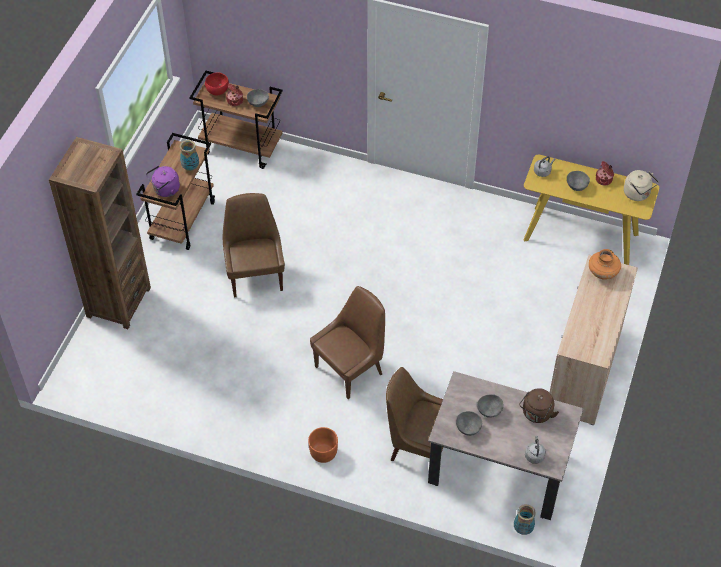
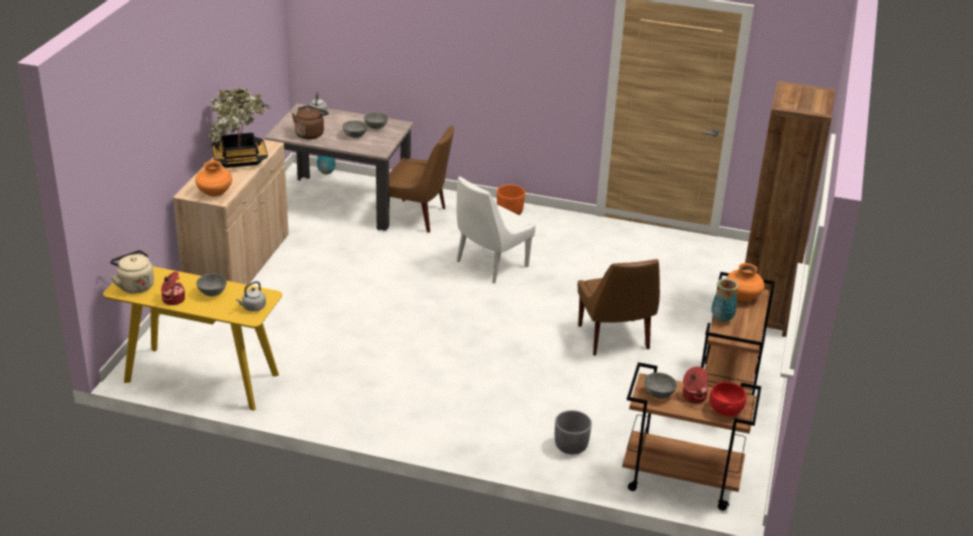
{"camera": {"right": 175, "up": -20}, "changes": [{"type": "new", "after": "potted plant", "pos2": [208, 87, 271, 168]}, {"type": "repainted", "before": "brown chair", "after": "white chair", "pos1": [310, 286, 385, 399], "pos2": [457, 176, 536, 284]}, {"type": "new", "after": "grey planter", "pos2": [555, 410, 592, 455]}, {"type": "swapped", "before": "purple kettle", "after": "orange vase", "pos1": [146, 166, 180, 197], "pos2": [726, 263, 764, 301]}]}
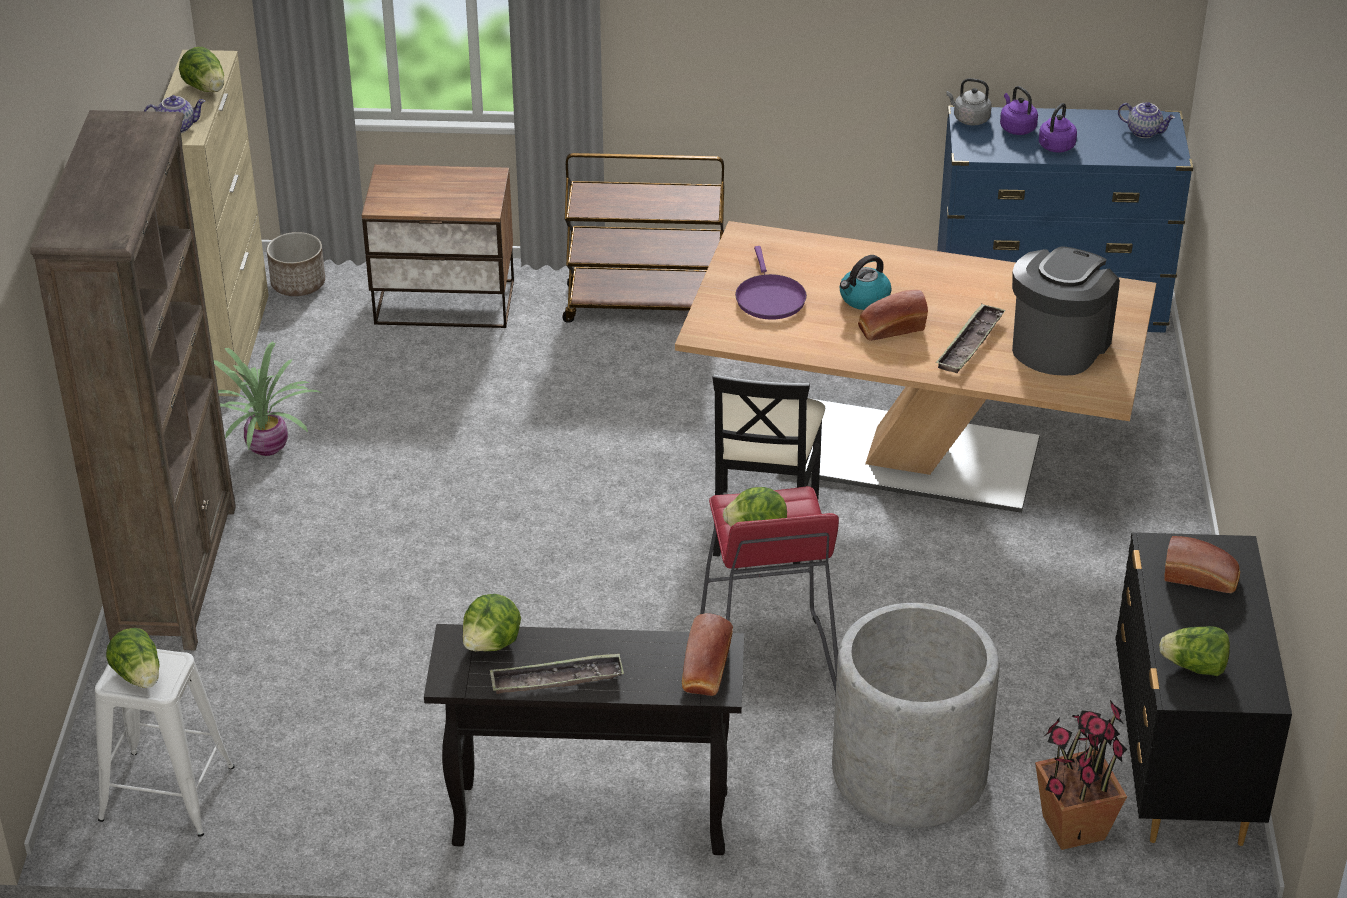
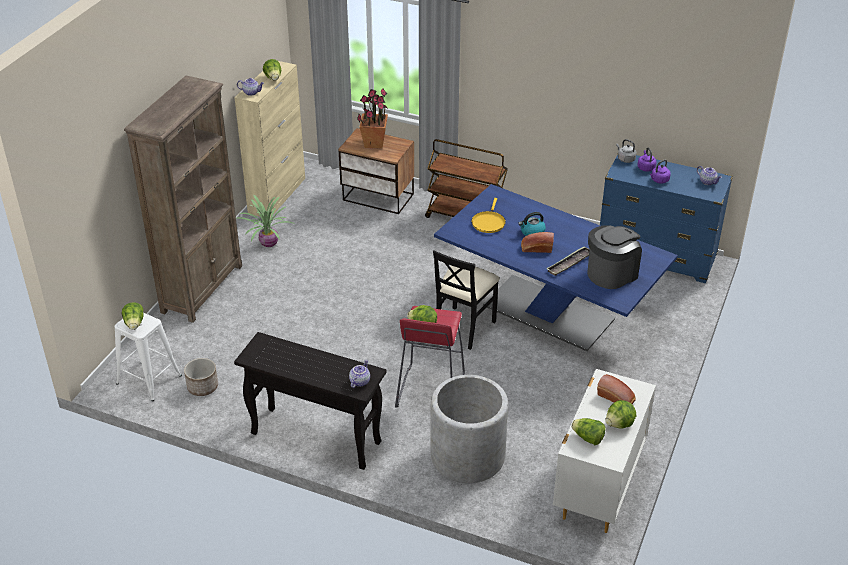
{"camera": {"right": 20, "up": 0}, "changes": [{"type": "shifted", "before": "planter", "pos1": [267, 232, 325, 296], "pos2": [184, 358, 218, 396]}, {"type": "swapped", "before": "bread", "after": "teapot", "pos1": [682, 613, 733, 696], "pos2": [349, 360, 370, 388]}, {"type": "shifted", "before": "potted plant", "pos1": [1035, 700, 1128, 850], "pos2": [357, 89, 388, 149]}, {"type": "repainted", "before": "beige dining table", "after": "blue dining table", "pos1": [675, 221, 1156, 513], "pos2": [434, 184, 678, 351]}, {"type": "repainted", "before": "purple frying pan", "after": "yellow frying pan", "pos1": [735, 246, 807, 320], "pos2": [472, 198, 506, 233]}, {"type": "repainted", "before": "black dresser", "after": "white dresser", "pos1": [1115, 532, 1292, 846], "pos2": [553, 369, 656, 533]}, {"type": "shifted", "before": "lettuce", "pos1": [462, 594, 521, 651], "pos2": [606, 400, 636, 429]}, {"type": "gone", "before": "tray", "pos1": [490, 653, 624, 694]}]}
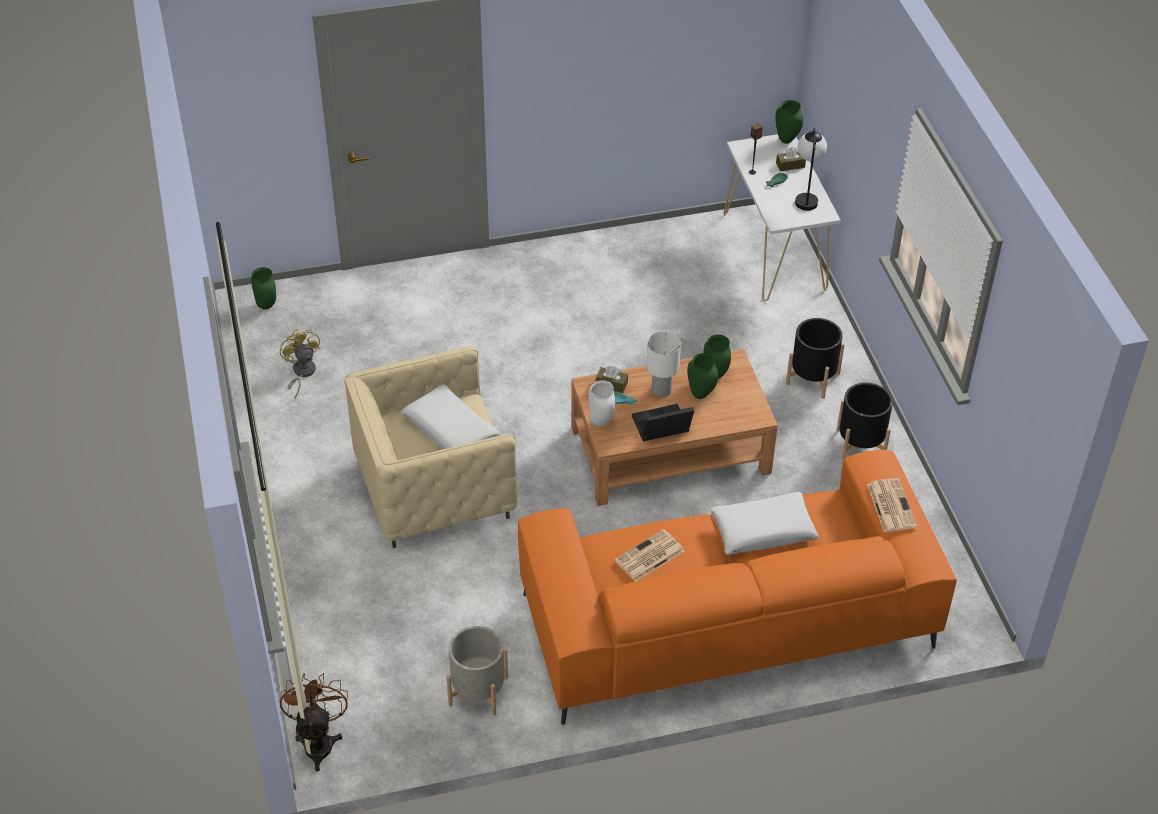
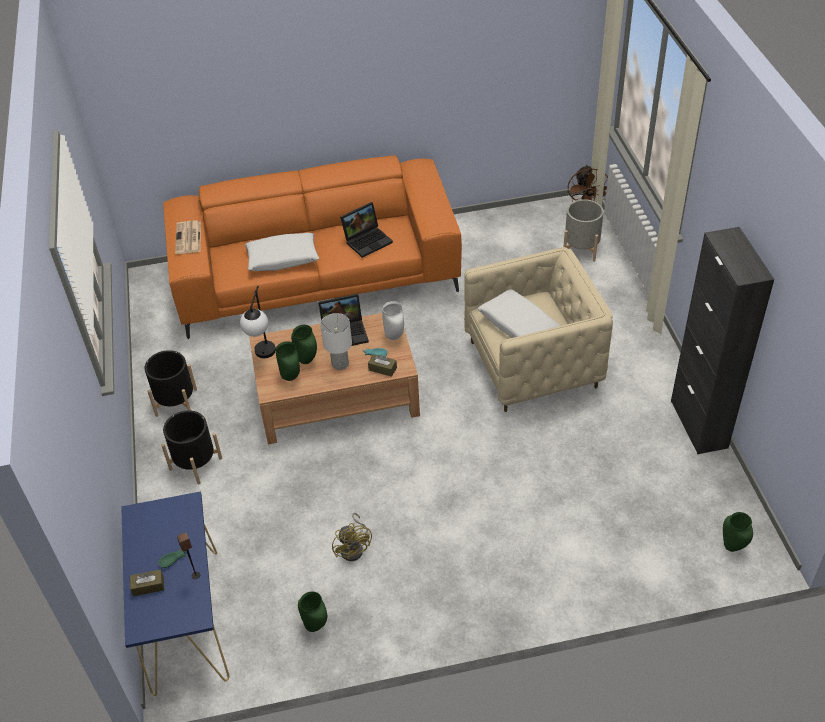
{"camera": {"right": -175, "up": 0}, "changes": [{"type": "repainted", "before": "white console table", "after": "blue console table", "pos1": [724, 134, 841, 301], "pos2": [121, 491, 229, 696]}, {"type": "shifted", "before": "table lamp", "pos1": [795, 128, 827, 211], "pos2": [240, 286, 276, 358]}, {"type": "shifted", "before": "green vase", "pos1": [775, 100, 803, 144], "pos2": [298, 591, 327, 632]}, {"type": "shifted", "before": "yellow fan", "pos1": [280, 329, 320, 399], "pos2": [332, 513, 372, 561]}, {"type": "swapped", "before": "newspaper", "after": "laptop", "pos1": [614, 529, 685, 581], "pos2": [340, 202, 393, 258]}, {"type": "shifted", "before": "grey planter", "pos1": [446, 626, 508, 716], "pos2": [564, 199, 604, 262]}, {"type": "new", "after": "black cabinet", "pos2": [671, 227, 774, 454]}]}
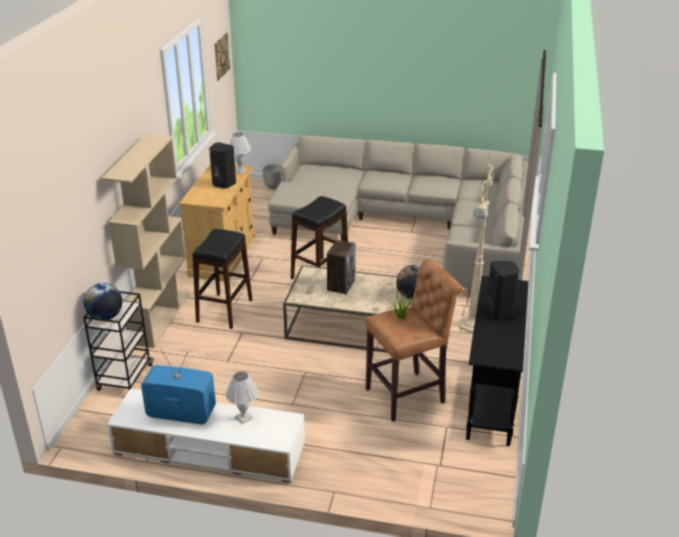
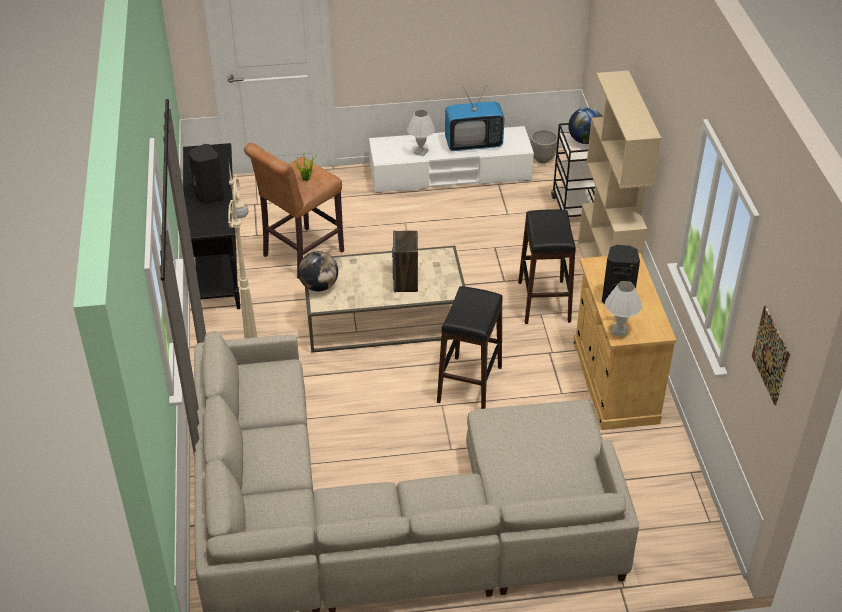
{"camera": {"right": 160, "up": 10}, "changes": [{"type": "shifted", "before": "planter", "pos1": [262, 164, 281, 189], "pos2": [530, 129, 558, 163]}]}
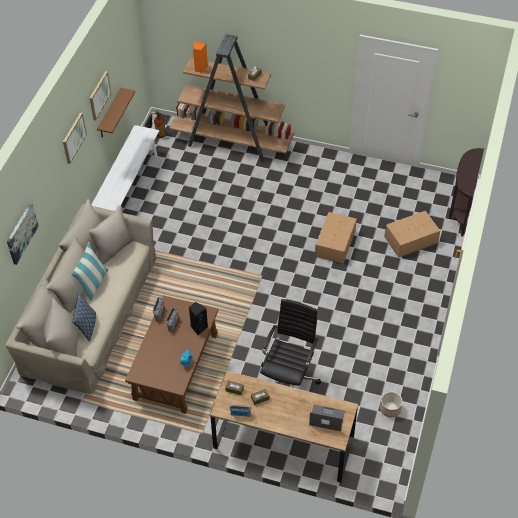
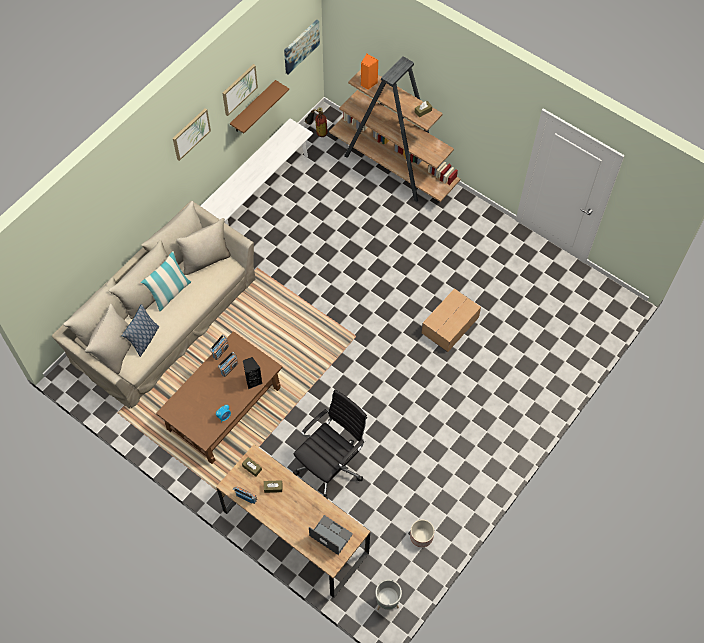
{"camera": {"right": 20, "up": 10}, "changes": [{"type": "shifted", "before": "picture", "pos1": [7, 203, 39, 265], "pos2": [284, 20, 320, 74]}, {"type": "new", "after": "grey planter", "pos2": [375, 579, 402, 610]}, {"type": "gone", "before": "cardboard box", "pos1": [384, 211, 440, 258]}, {"type": "gone", "before": "brown console table", "pos1": [449, 148, 484, 236]}]}
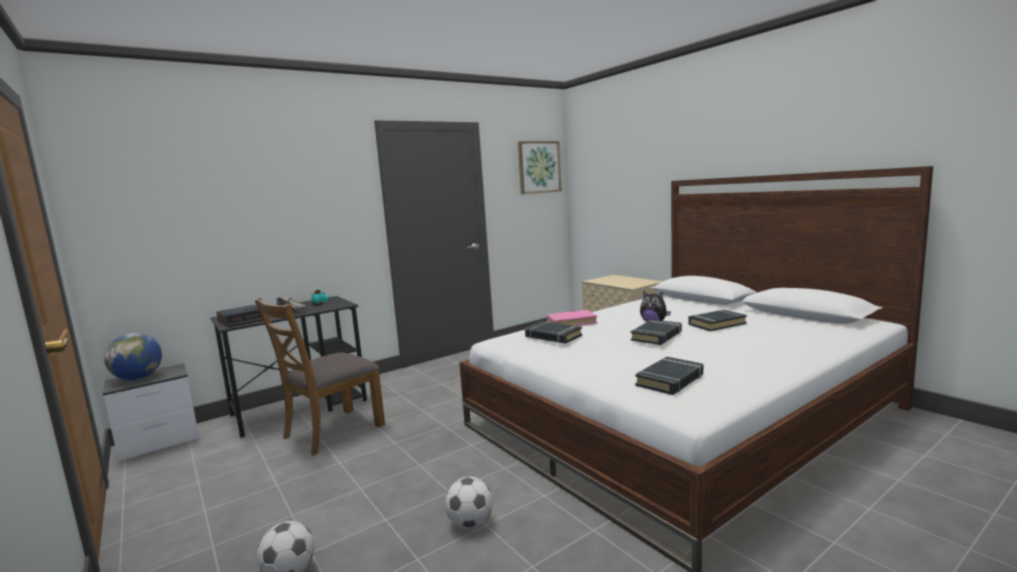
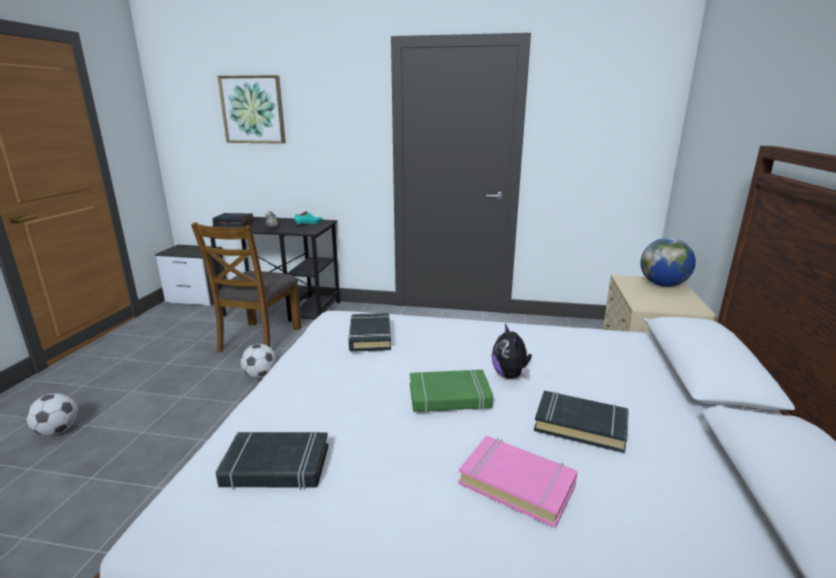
{"camera": {"right": 45, "up": 10}, "changes": [{"type": "rotated", "before": "brown chair", "pos1": [255, 298, 385, 456], "pos2": [191, 222, 302, 352], "turn": -75}, {"type": "shifted", "before": "picture", "pos1": [518, 141, 561, 194], "pos2": [218, 75, 286, 144]}, {"type": "shifted", "before": "football", "pos1": [445, 477, 493, 528], "pos2": [240, 344, 276, 378]}, {"type": "repainted", "before": "black book", "after": "green book", "pos1": [631, 319, 682, 345], "pos2": [410, 370, 493, 413]}, {"type": "shifted", "before": "pink book", "pos1": [547, 310, 597, 326], "pos2": [459, 436, 577, 528]}, {"type": "shifted", "before": "globe", "pos1": [104, 333, 162, 380], "pos2": [641, 238, 696, 287]}]}
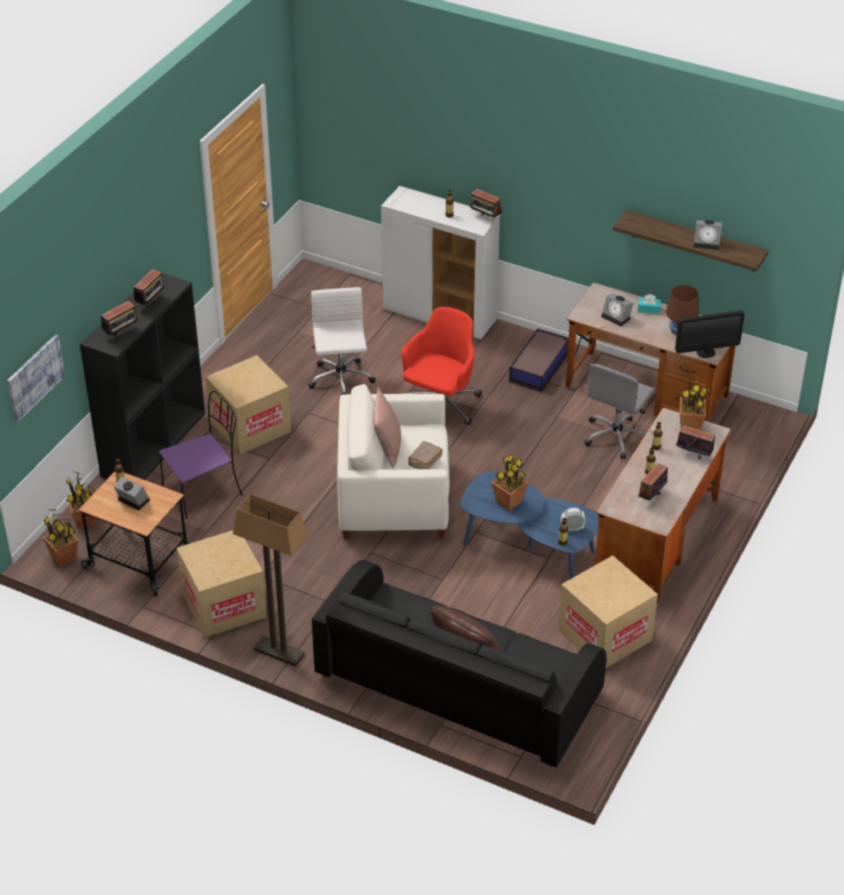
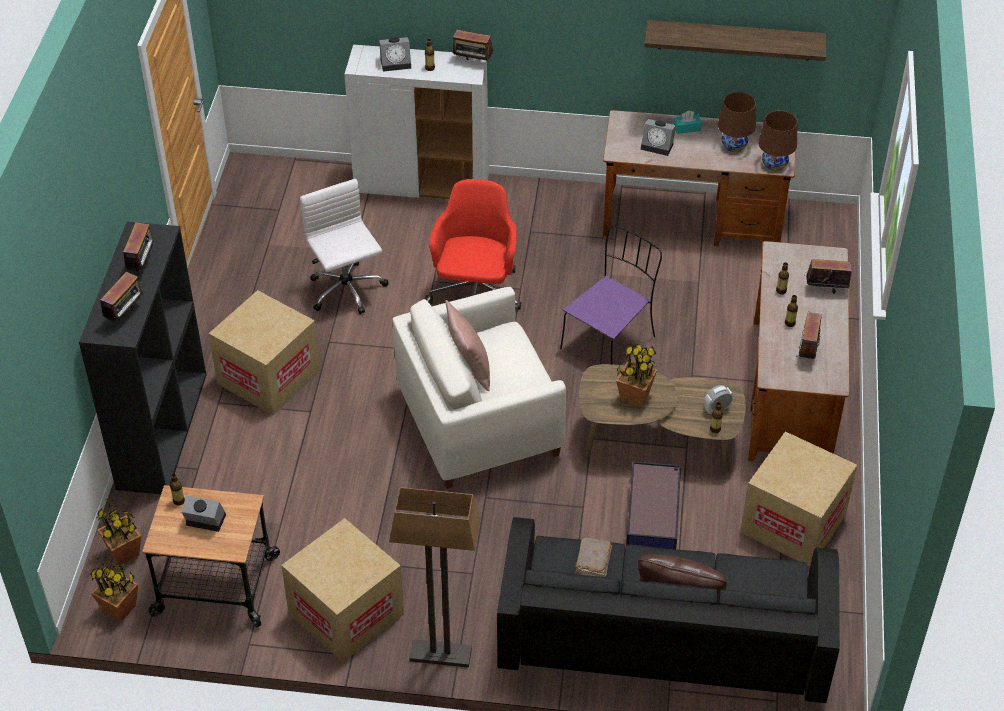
{"camera": {"right": -20, "up": 5}, "changes": [{"type": "shifted", "before": "alarm clock", "pos1": [694, 220, 722, 250], "pos2": [379, 37, 411, 72]}, {"type": "shifted", "before": "purple chair", "pos1": [159, 391, 243, 519], "pos2": [560, 225, 662, 365]}, {"type": "shifted", "before": "brown book", "pos1": [408, 441, 443, 469], "pos2": [575, 537, 612, 577]}, {"type": "repainted", "before": "blue coffee table", "after": "brown coffee table", "pos1": [461, 472, 599, 579], "pos2": [579, 364, 746, 471]}, {"type": "shifted", "before": "storage box", "pos1": [509, 328, 569, 392], "pos2": [626, 461, 681, 549]}, {"type": "swapped", "before": "monitor", "after": "brown table lamp", "pos1": [675, 310, 744, 358], "pos2": [758, 110, 797, 171]}, {"type": "gone", "before": "picture", "pos1": [7, 334, 65, 423]}, {"type": "gone", "before": "grey office chair", "pos1": [584, 364, 655, 459]}, {"type": "gone", "before": "potted plant", "pos1": [679, 377, 711, 430]}]}
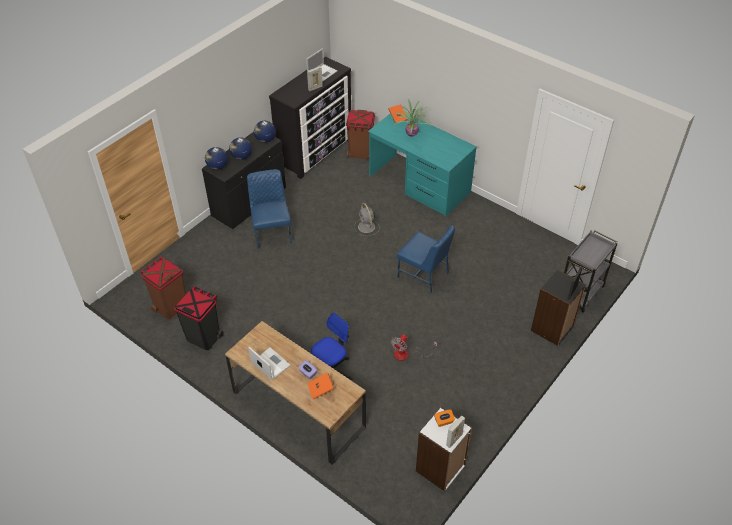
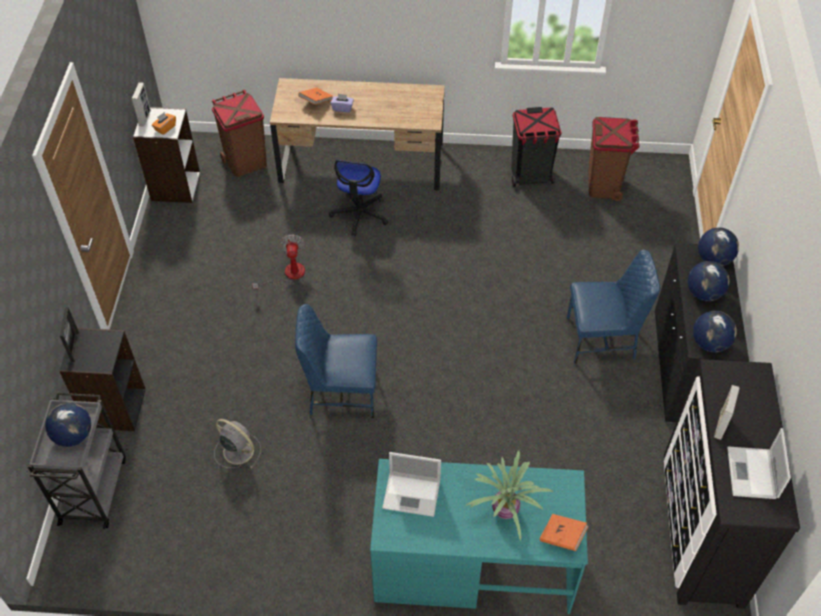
{"camera": {"right": 145, "up": 5}, "changes": [{"type": "new", "after": "globe", "pos2": [45, 403, 91, 447]}, {"type": "shifted", "before": "brown trash can", "pos1": [346, 110, 375, 159], "pos2": [212, 89, 267, 177]}, {"type": "shifted", "before": "grey fan", "pos1": [354, 203, 380, 236], "pos2": [214, 419, 261, 469]}, {"type": "shifted", "before": "laptop", "pos1": [248, 347, 291, 380], "pos2": [382, 452, 441, 517]}, {"type": "rotated", "before": "blue chair", "pos1": [247, 169, 292, 249], "pos2": [567, 250, 660, 364], "turn": -45}]}
